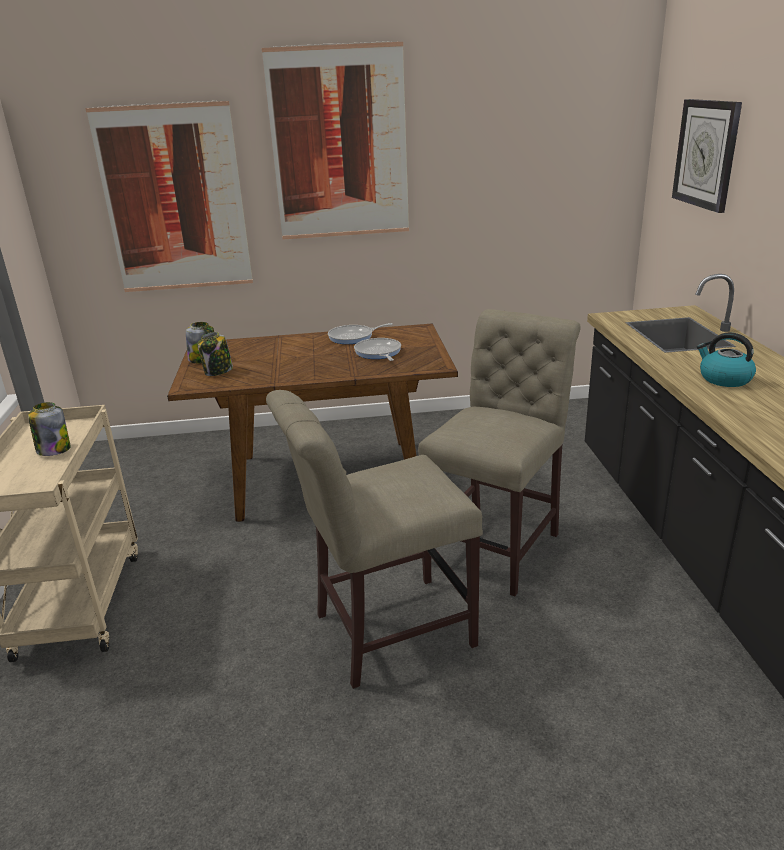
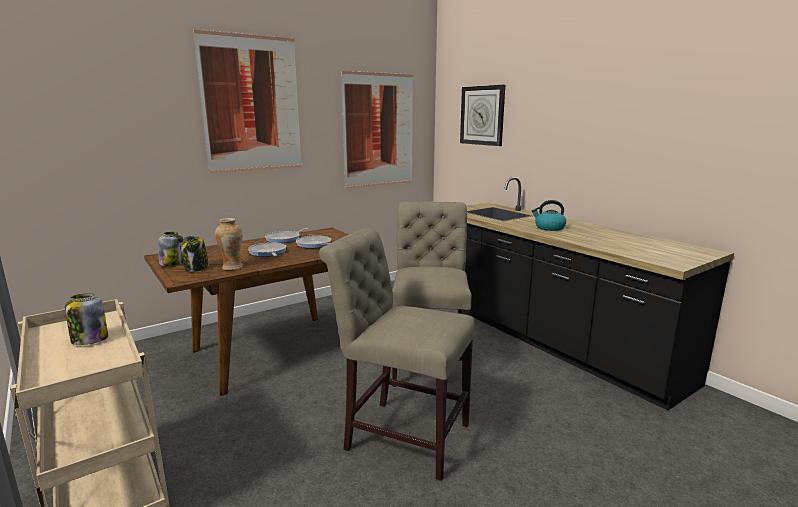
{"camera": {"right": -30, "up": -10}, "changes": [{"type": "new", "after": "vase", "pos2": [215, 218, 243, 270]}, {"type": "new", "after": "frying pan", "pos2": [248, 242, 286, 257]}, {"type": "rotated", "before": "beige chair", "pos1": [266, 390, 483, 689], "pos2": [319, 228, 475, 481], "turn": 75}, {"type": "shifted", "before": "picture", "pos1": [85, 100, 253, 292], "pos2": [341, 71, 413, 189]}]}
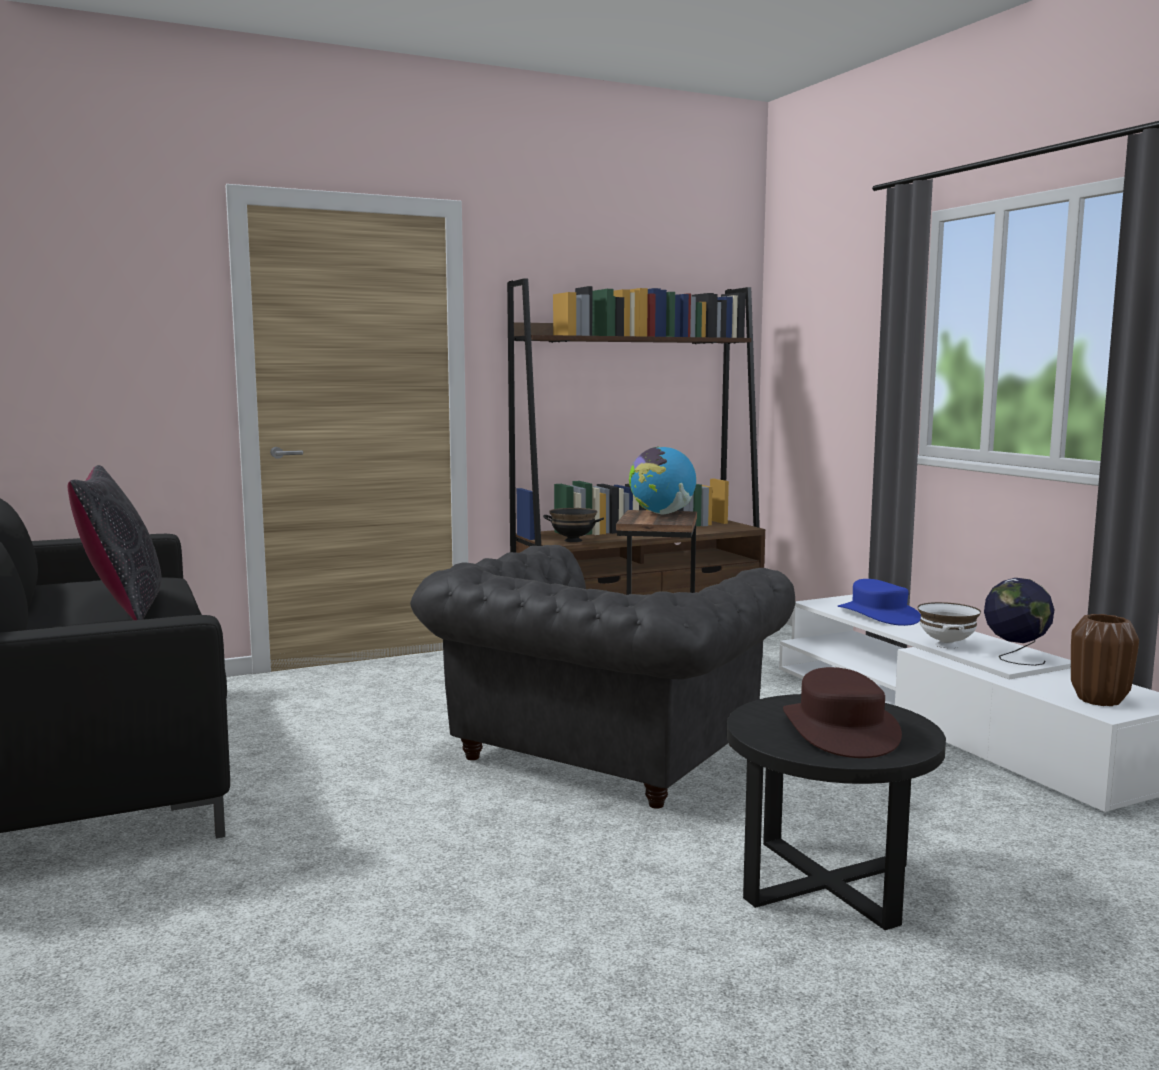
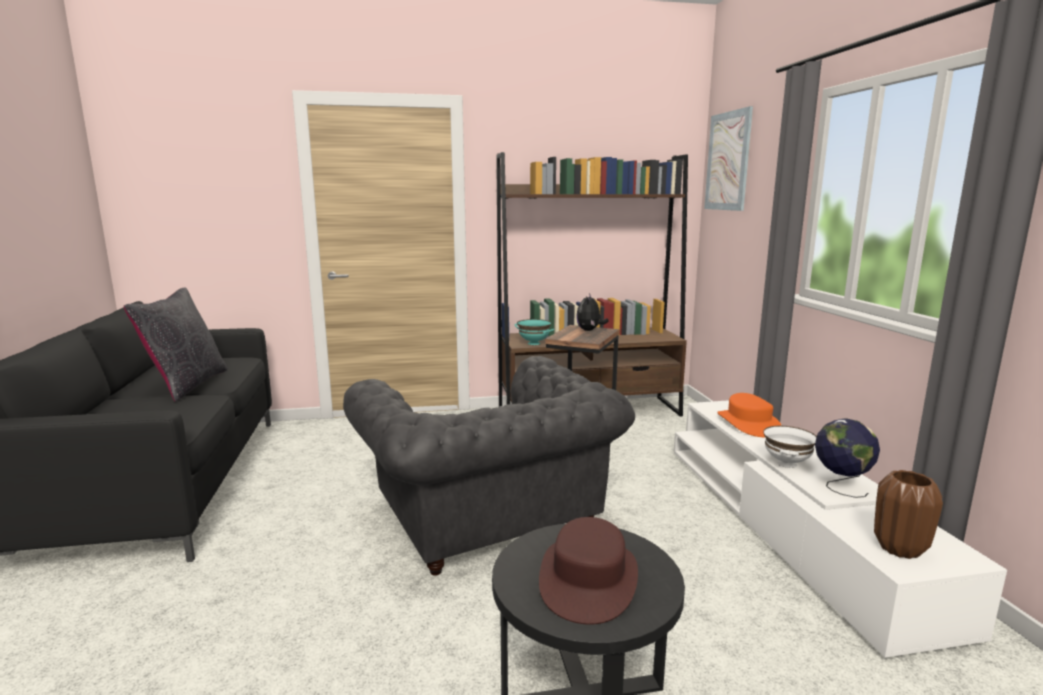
{"camera": {"right": 15, "up": 5}, "changes": [{"type": "rotated", "before": "grey armchair", "pos1": [410, 545, 795, 809], "pos2": [343, 356, 635, 576], "turn": -75}, {"type": "repainted", "before": "black bowl", "after": "turquoise bowl", "pos1": [543, 508, 604, 542], "pos2": [515, 319, 555, 345]}, {"type": "swapped", "before": "globe", "after": "plush toy", "pos1": [629, 447, 696, 514], "pos2": [576, 295, 609, 331]}, {"type": "new", "after": "picture", "pos2": [704, 106, 753, 211]}, {"type": "repainted", "before": "blue hat", "after": "orange hat", "pos1": [838, 579, 921, 626], "pos2": [717, 393, 782, 437]}]}
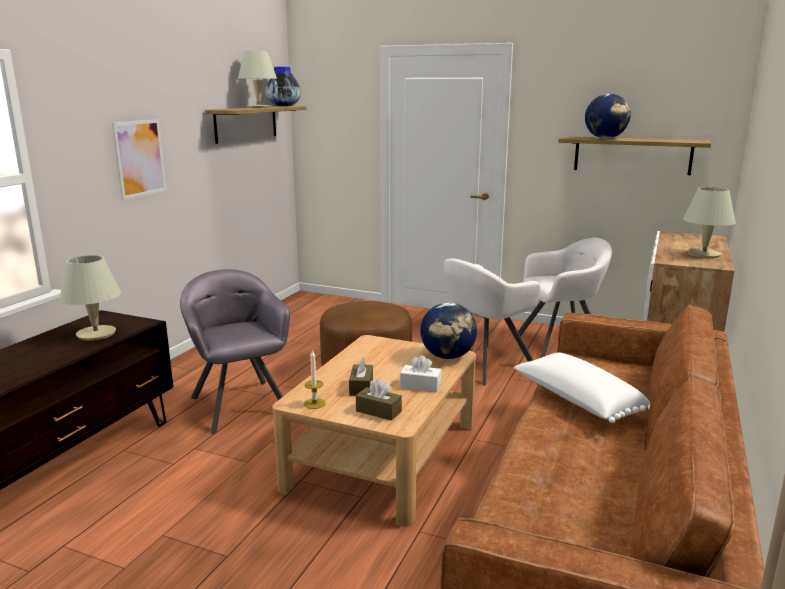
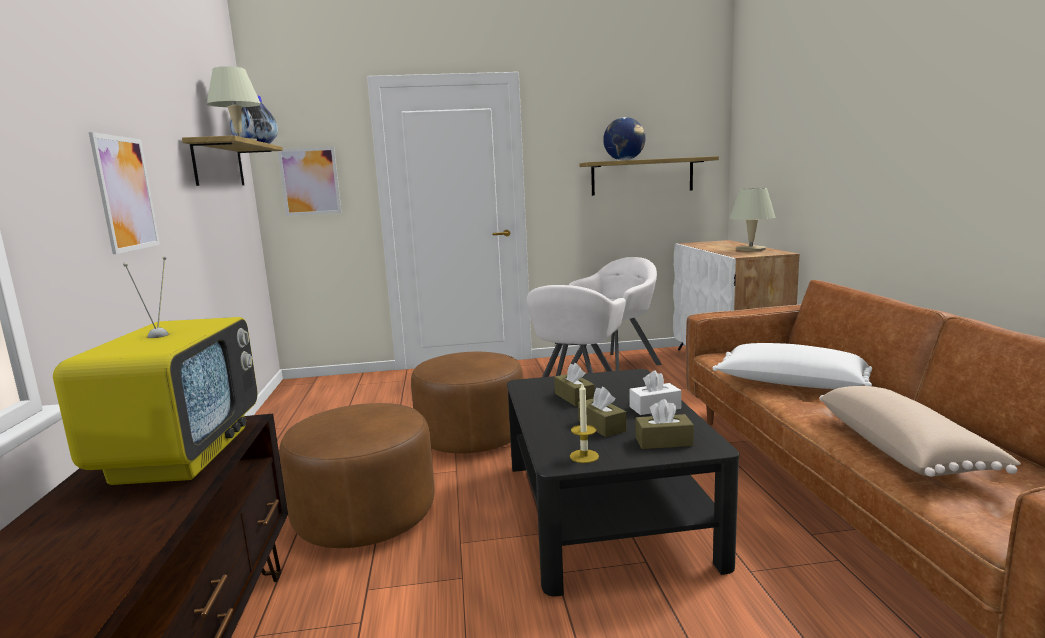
{"camera": {"right": -30, "up": -5}, "changes": [{"type": "swapped", "before": "beige table lamp", "after": "television", "pos1": [59, 255, 121, 341], "pos2": [53, 256, 258, 485]}, {"type": "new", "after": "picture", "pos2": [278, 147, 342, 216]}, {"type": "swapped", "before": "grey armchair", "after": "brown ottoman", "pos1": [180, 269, 290, 434], "pos2": [279, 403, 434, 548]}, {"type": "repainted", "before": "beige coffee table", "after": "black coffee table", "pos1": [272, 335, 476, 527], "pos2": [507, 369, 739, 596]}, {"type": "new", "after": "brown tissue box", "pos2": [554, 363, 595, 406]}, {"type": "new", "after": "beige pillow", "pos2": [819, 386, 1021, 477]}, {"type": "gone", "before": "globe", "pos1": [420, 303, 477, 359]}]}
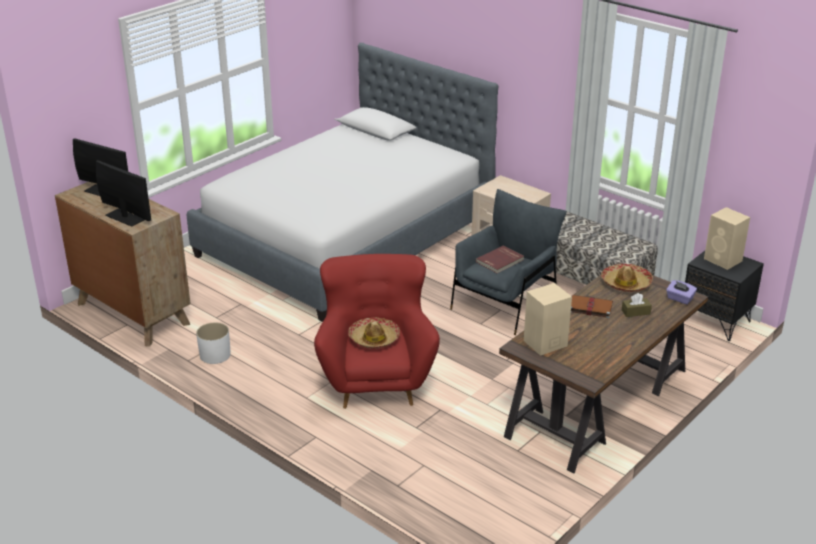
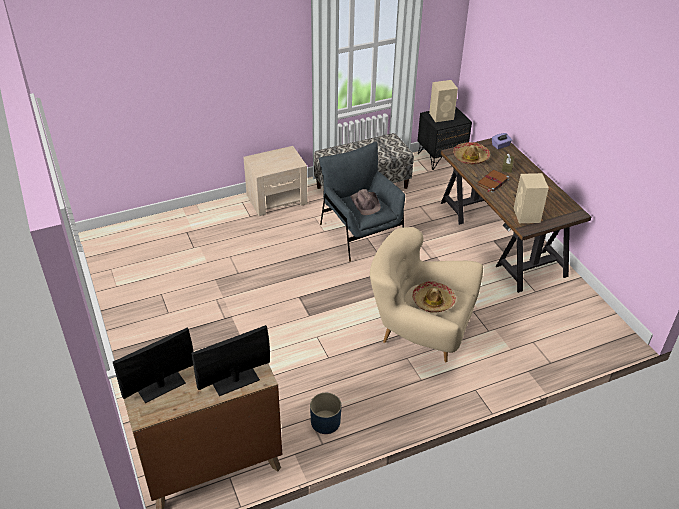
{"camera": {"right": -65, "up": 10}, "changes": [{"type": "repainted", "before": "white planter", "after": "blue planter", "pos1": [196, 323, 231, 364], "pos2": [310, 393, 341, 434]}, {"type": "swapped", "before": "red book", "after": "brown hat", "pos1": [476, 245, 524, 273], "pos2": [350, 189, 381, 215]}, {"type": "repainted", "before": "red armchair", "after": "beige armchair", "pos1": [314, 254, 440, 409], "pos2": [370, 227, 483, 362]}, {"type": "gone", "before": "bed", "pos1": [187, 43, 498, 322]}]}
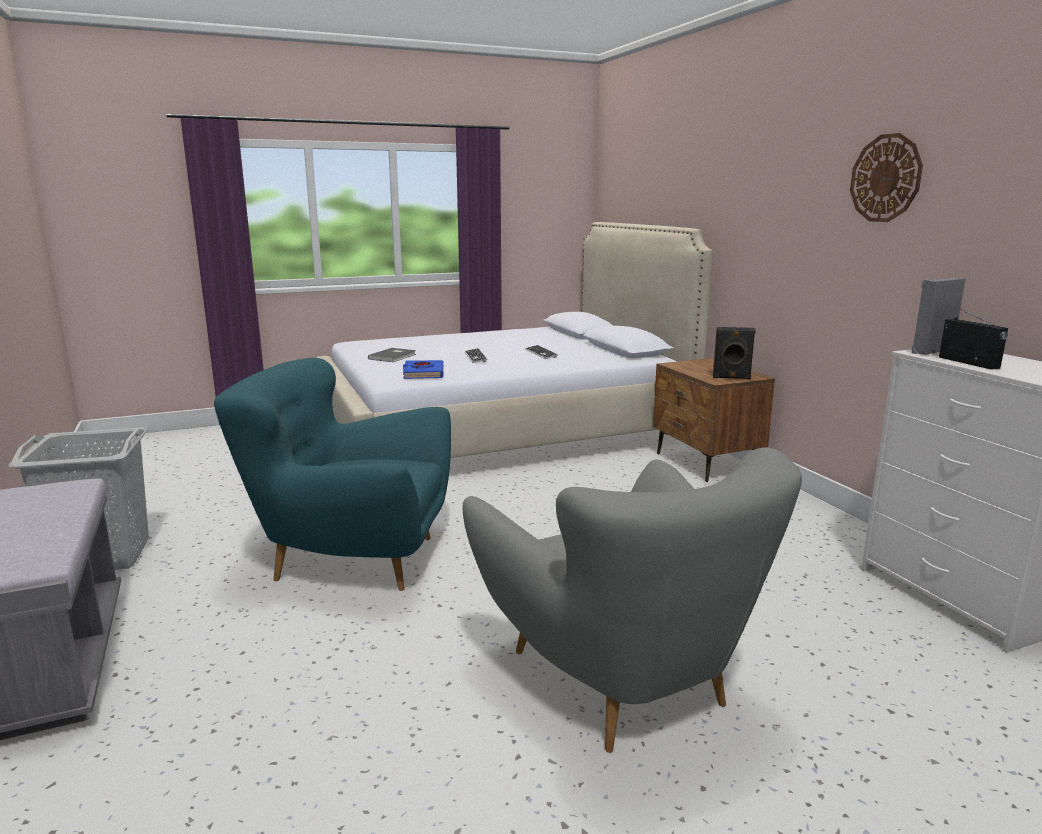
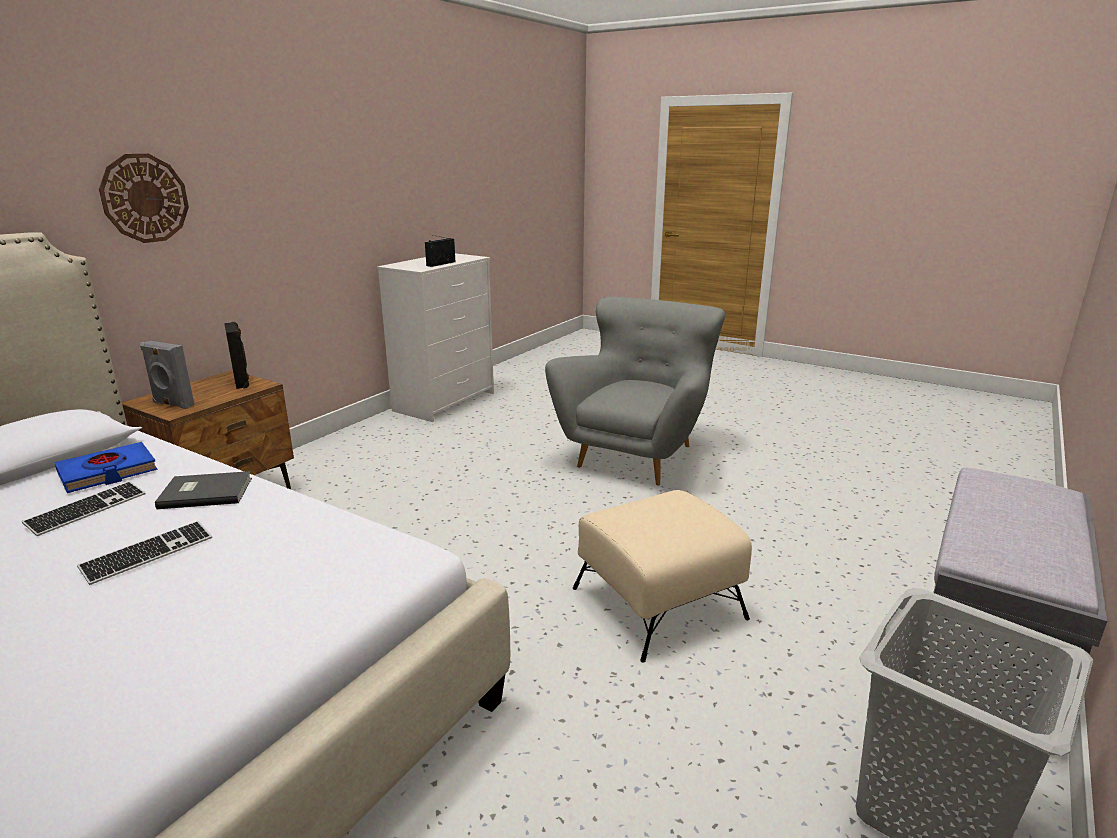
{"camera": {"right": -125, "up": 5}, "changes": [{"type": "shifted", "before": "blue book", "pos1": [403, 360, 444, 379], "pos2": [54, 442, 158, 493]}, {"type": "shifted", "before": "wall clock", "pos1": [850, 133, 923, 222], "pos2": [99, 154, 189, 243]}, {"type": "shifted", "before": "grey speaker", "pos1": [912, 277, 966, 355], "pos2": [140, 341, 195, 409]}, {"type": "shifted", "before": "grey book", "pos1": [368, 348, 416, 362], "pos2": [155, 471, 252, 509]}, {"type": "swapped", "before": "turquoise armchair", "after": "beige ottoman", "pos1": [214, 358, 451, 591], "pos2": [573, 490, 752, 663]}]}
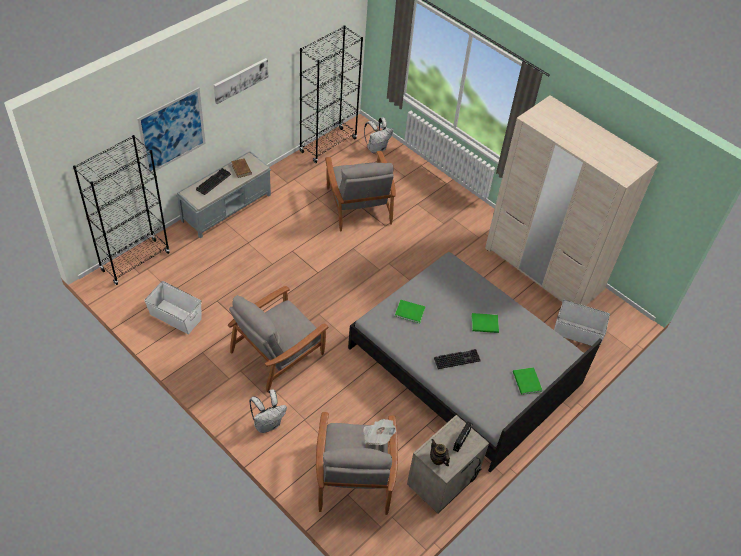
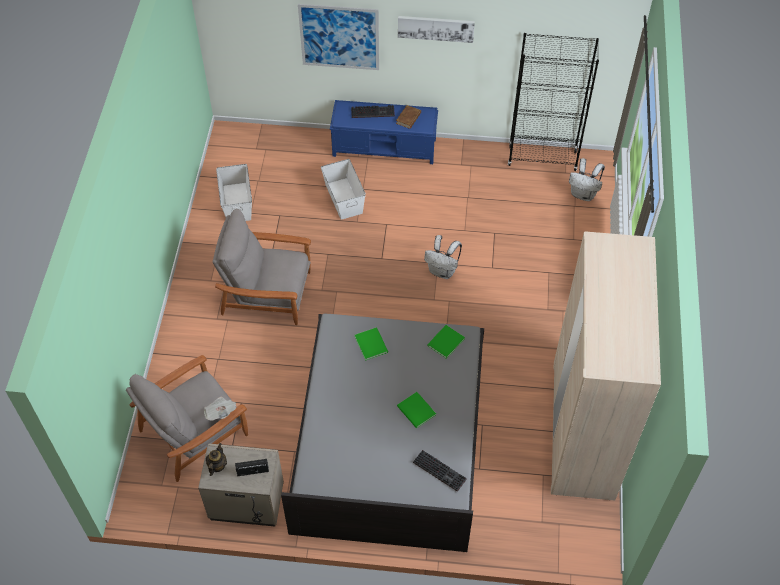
{"camera": {"right": 55, "up": 5}, "changes": [{"type": "shifted", "before": "white storage box", "pos1": [554, 300, 610, 346], "pos2": [321, 159, 366, 220]}, {"type": "repainted", "before": "grey bench", "after": "blue bench", "pos1": [176, 151, 271, 238], "pos2": [330, 100, 438, 164]}, {"type": "shifted", "before": "keyboard", "pos1": [434, 349, 481, 369], "pos2": [413, 450, 467, 492]}, {"type": "shifted", "before": "white backpack", "pos1": [249, 389, 287, 433], "pos2": [424, 235, 462, 279]}, {"type": "shifted", "before": "green book", "pos1": [513, 367, 542, 395], "pos2": [427, 325, 465, 359]}, {"type": "gone", "before": "black bookcase", "pos1": [73, 135, 170, 285]}, {"type": "gone", "before": "grey armchair", "pos1": [325, 151, 396, 232]}]}
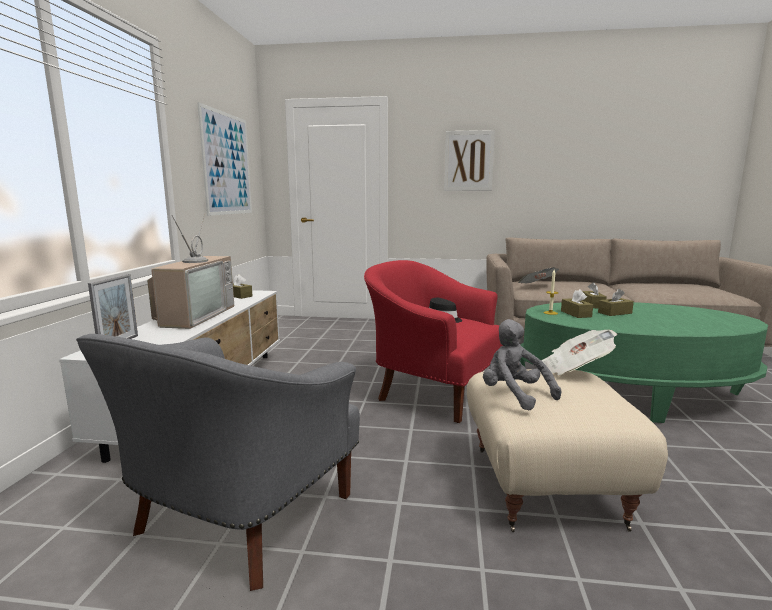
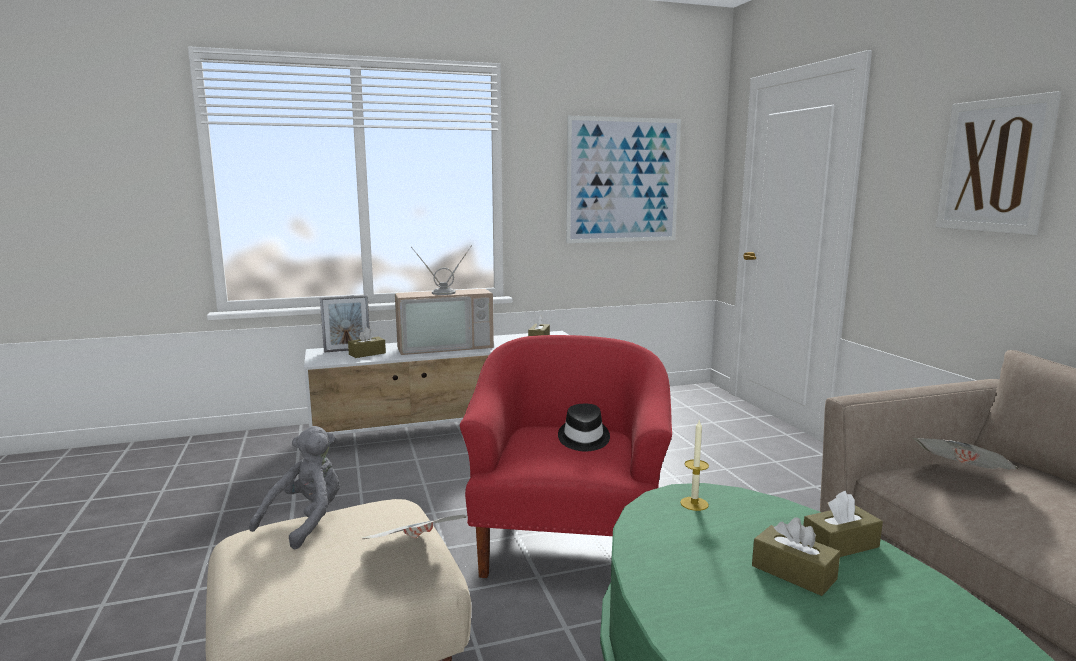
{"camera": {"right": 65, "up": 0}, "changes": [{"type": "shifted", "before": "brown tissue box", "pos1": [561, 289, 593, 318], "pos2": [348, 327, 386, 358]}, {"type": "gone", "before": "grey armchair", "pos1": [76, 334, 360, 591]}]}
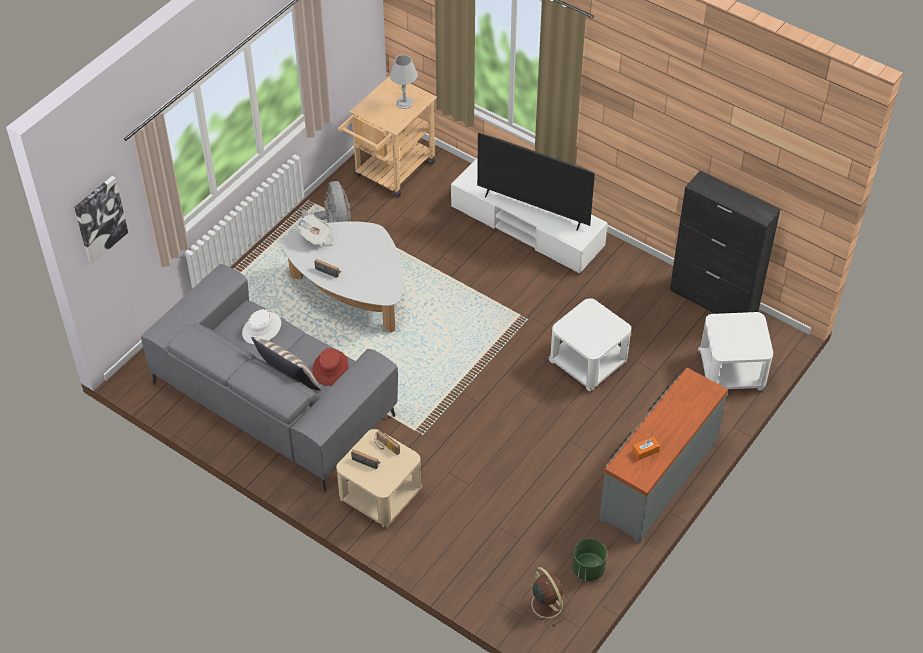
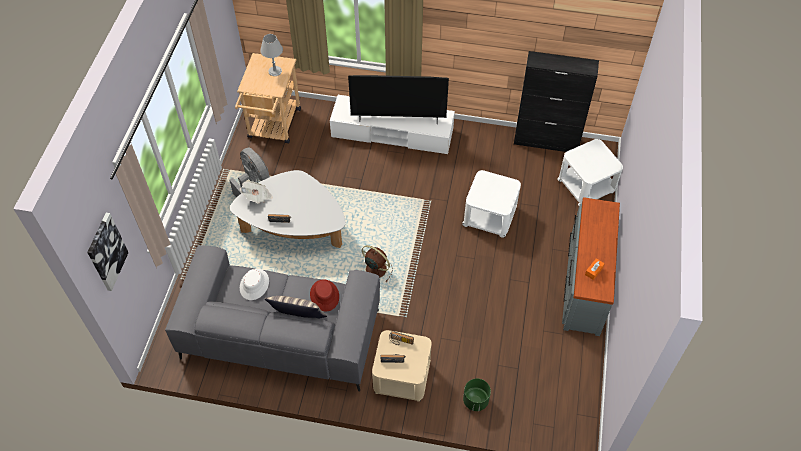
{"camera": {"right": -25, "up": 5}, "changes": [{"type": "shifted", "before": "brown fan", "pos1": [522, 567, 570, 627], "pos2": [362, 245, 393, 282]}, {"type": "shifted", "before": "green planter", "pos1": [572, 539, 607, 581], "pos2": [463, 378, 491, 411]}]}
